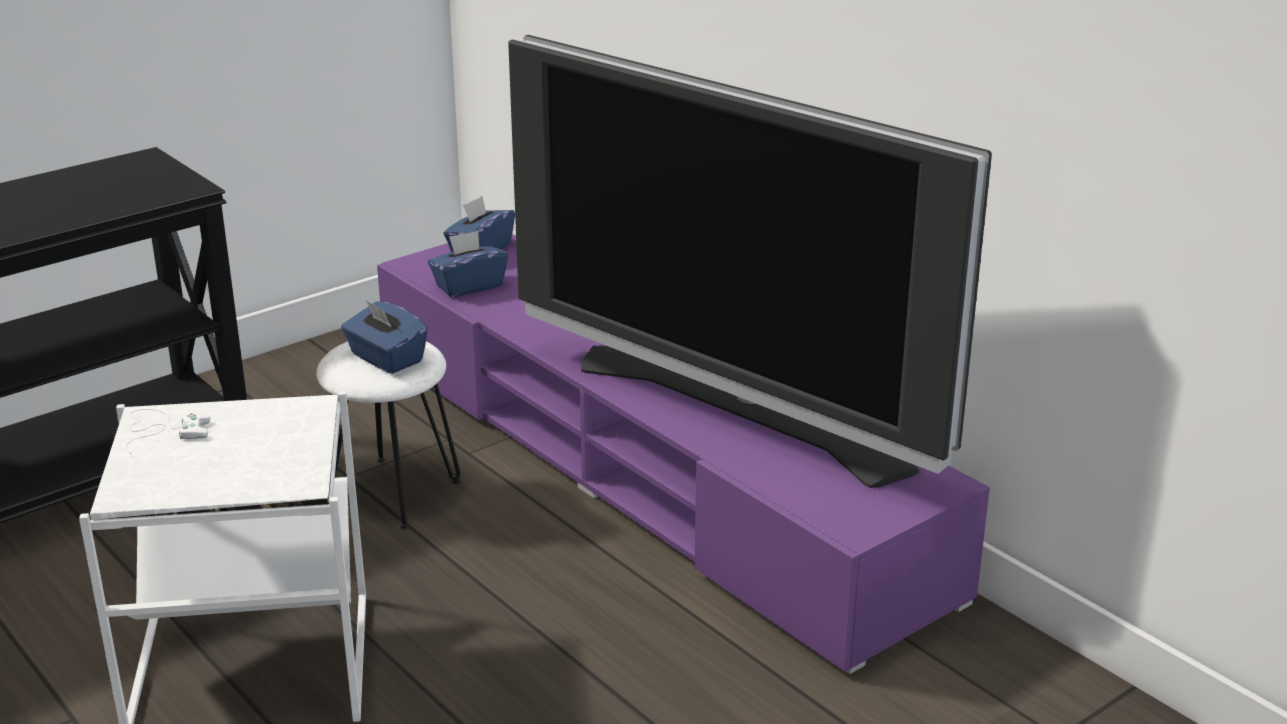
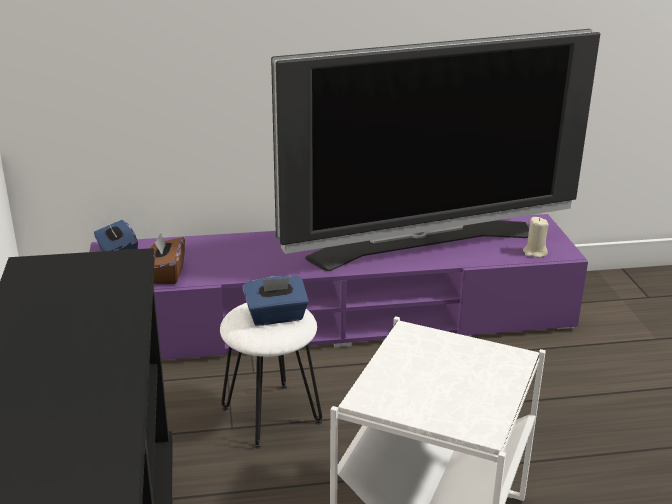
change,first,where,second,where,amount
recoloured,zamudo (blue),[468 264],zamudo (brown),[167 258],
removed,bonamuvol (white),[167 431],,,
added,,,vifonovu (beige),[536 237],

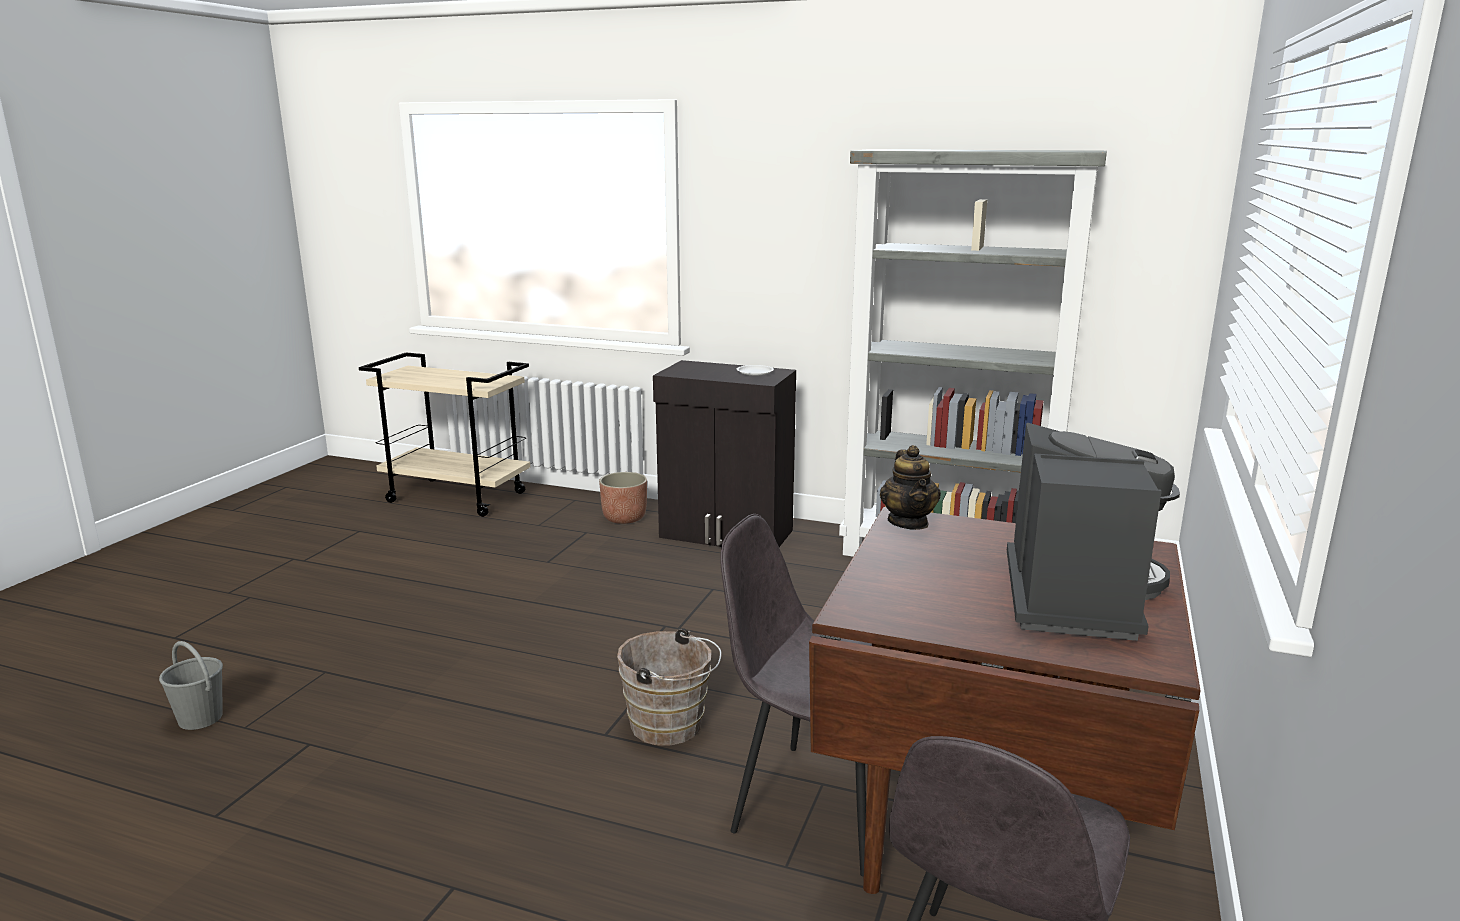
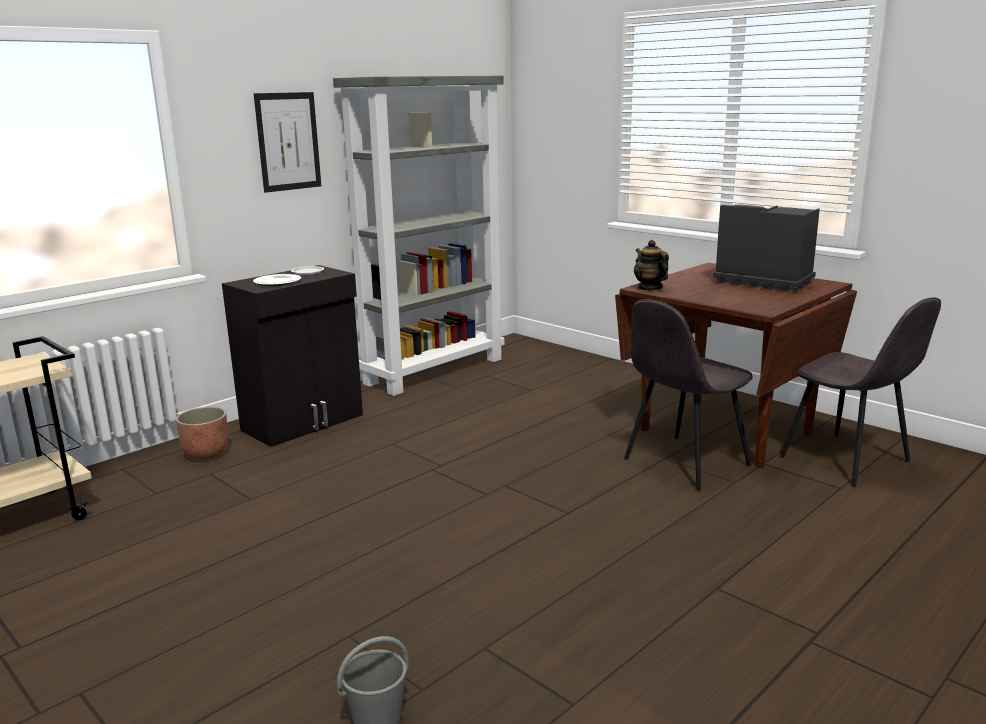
change,first,where,second,where,amount
turned,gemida,[910 487],,[651 265],135 degrees counterclockwise
removed,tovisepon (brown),[669 686],,,
added,,,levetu,[287 142],
added,,,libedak,[277 280],

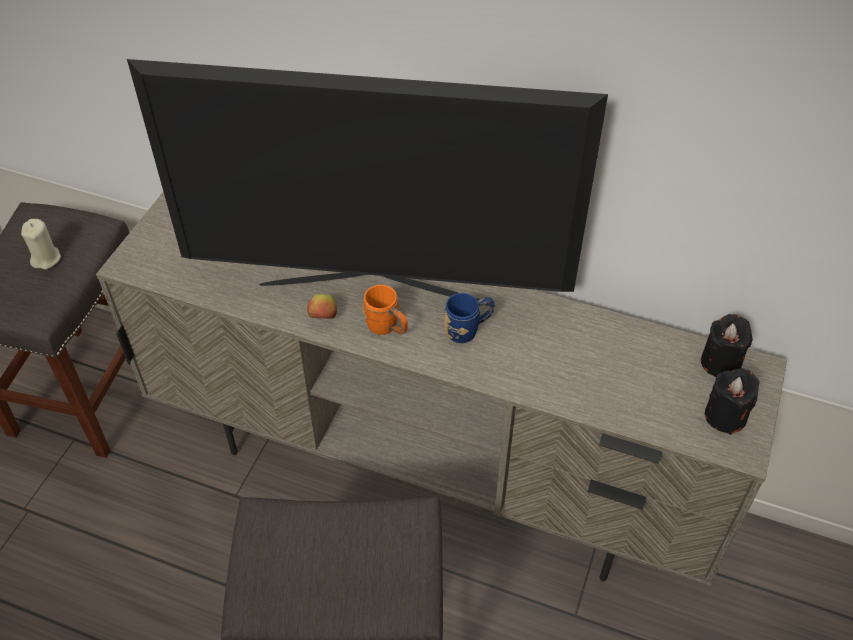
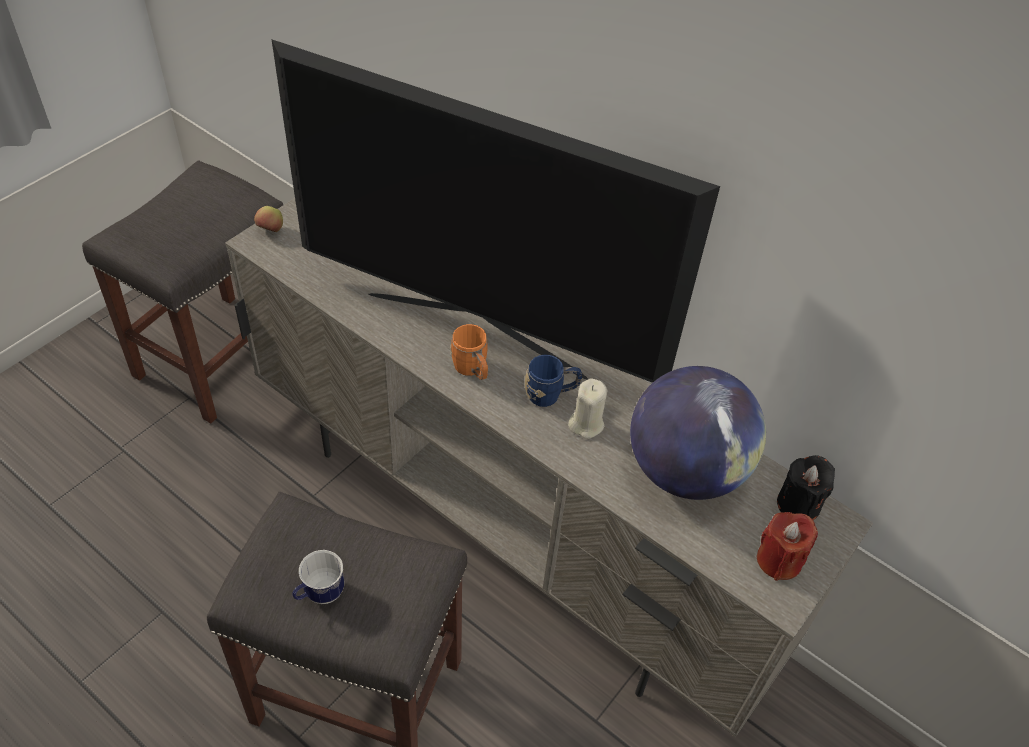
change,first,where,second,where,amount
moved,vifonovu (beige),[41 244],,[587 408],
moved,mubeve,[322 306],,[268 219],
recoloured,vifonovu (black),[732 401],vifonovu (red),[787 546],
added,,,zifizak,[698 433],
added,,,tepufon,[318 577],

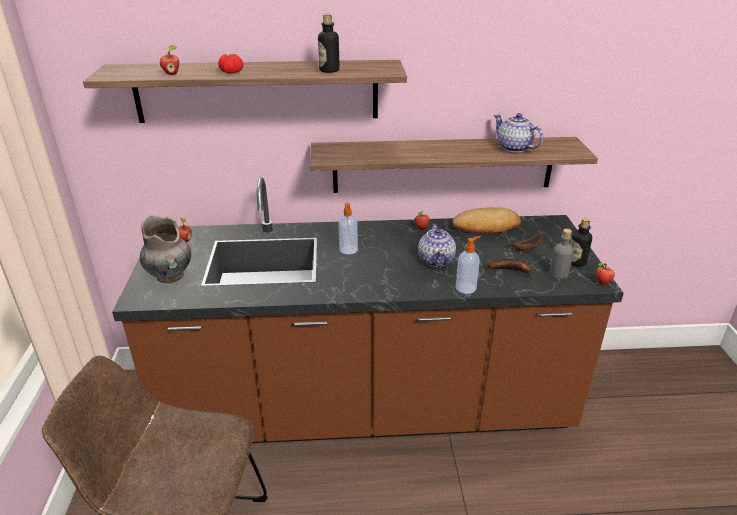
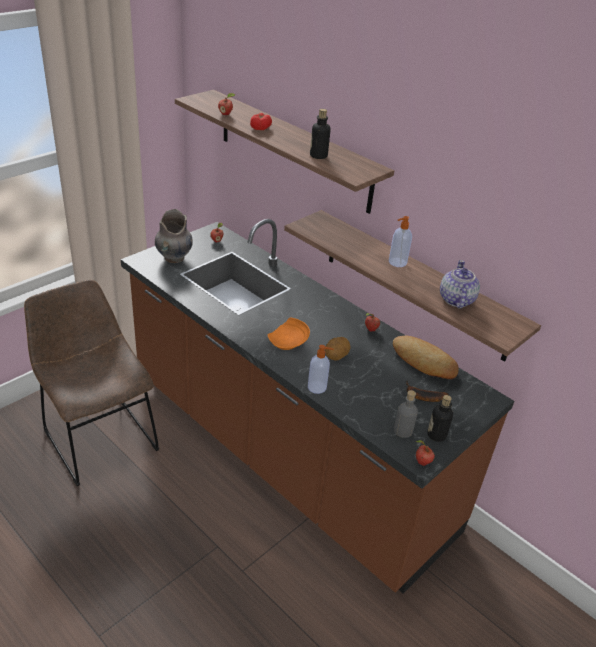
change,first,where,second,where,amount
moved,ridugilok,[348 229],,[400 241],
replaced,gemida,[437 245],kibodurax,[338 349],
removed,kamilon,[509 269],,,
added,,,libedak (orange),[289 333],

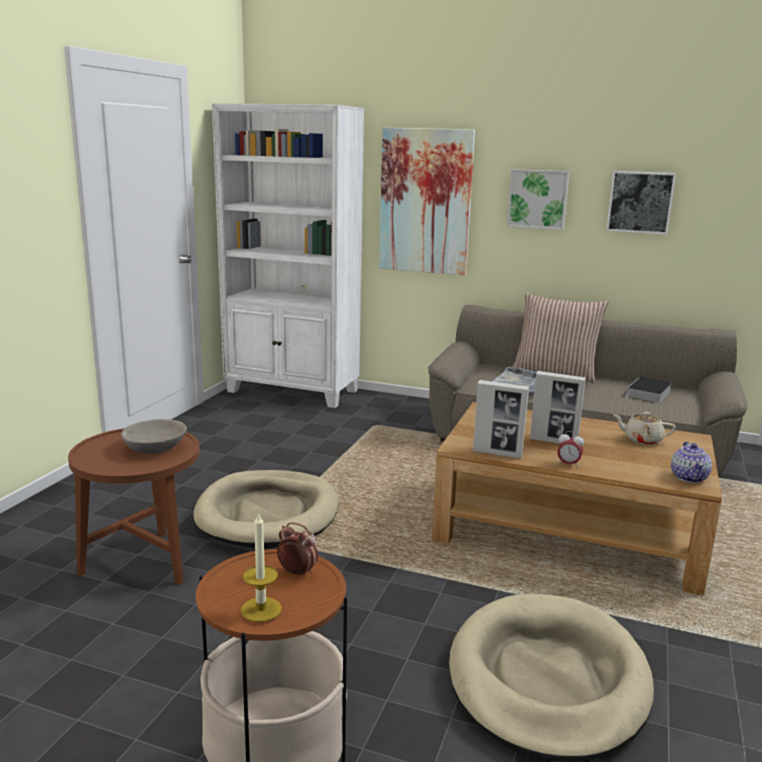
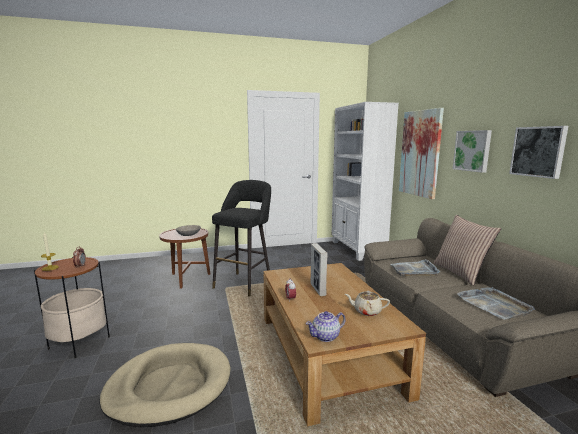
change,first,where,second,where,amount
replaced,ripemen,[648 390],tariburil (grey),[496 303],
removed,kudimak,[501 419],,,
turned,gemida (beige),[644 428],,[367 303],60 degrees counterclockwise
replaced,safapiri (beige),[265 509],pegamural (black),[241 238],

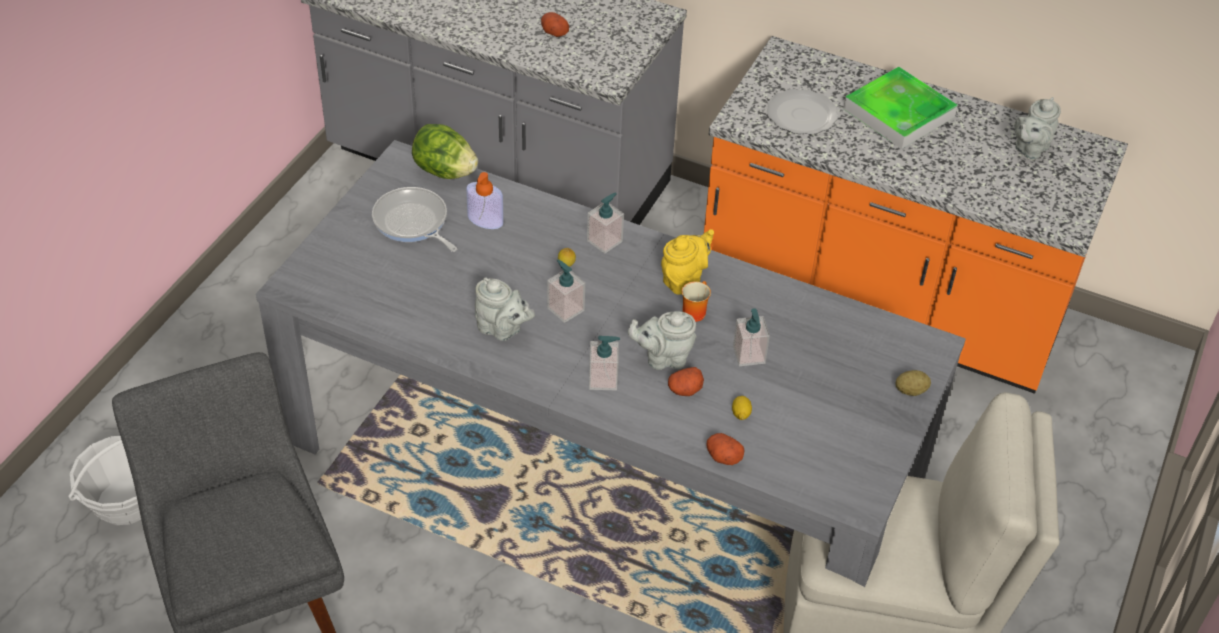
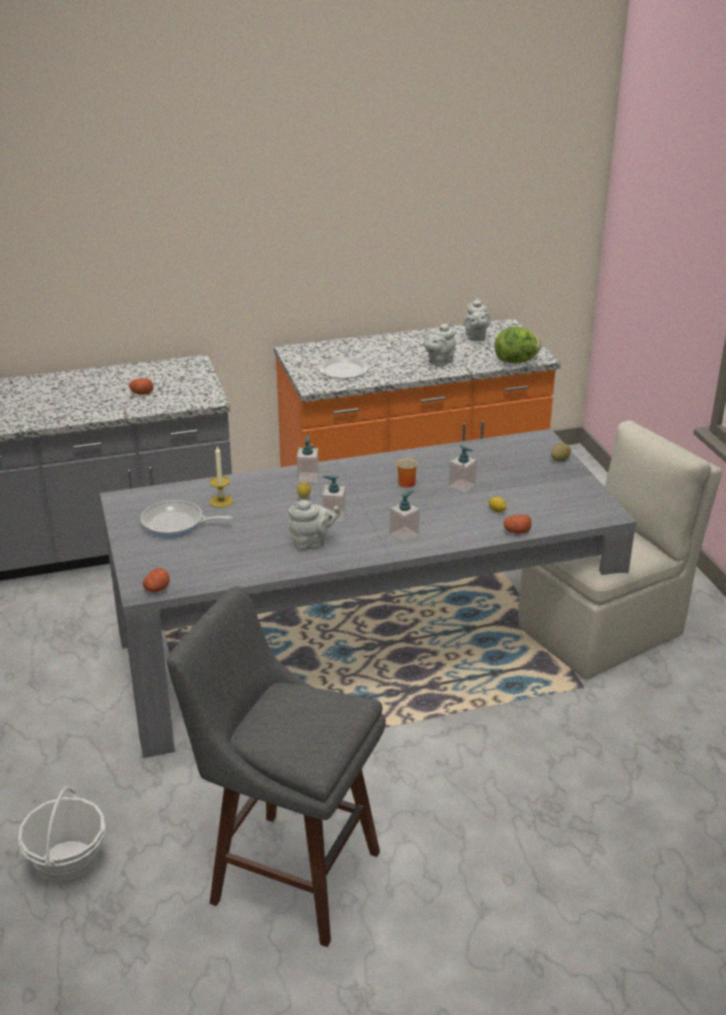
change,first,where,second,where,amount
removed,tariburil,[900 108],,,
moved,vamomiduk,[445 151],,[518 345],
replaced,ridugilok,[485 200],vifonovu,[221 476],
removed,gemida (yellow),[687 262],,,
moved,gemida (grey),[662 340],,[440 345],
moved,kibodurax,[686 381],,[156 580],

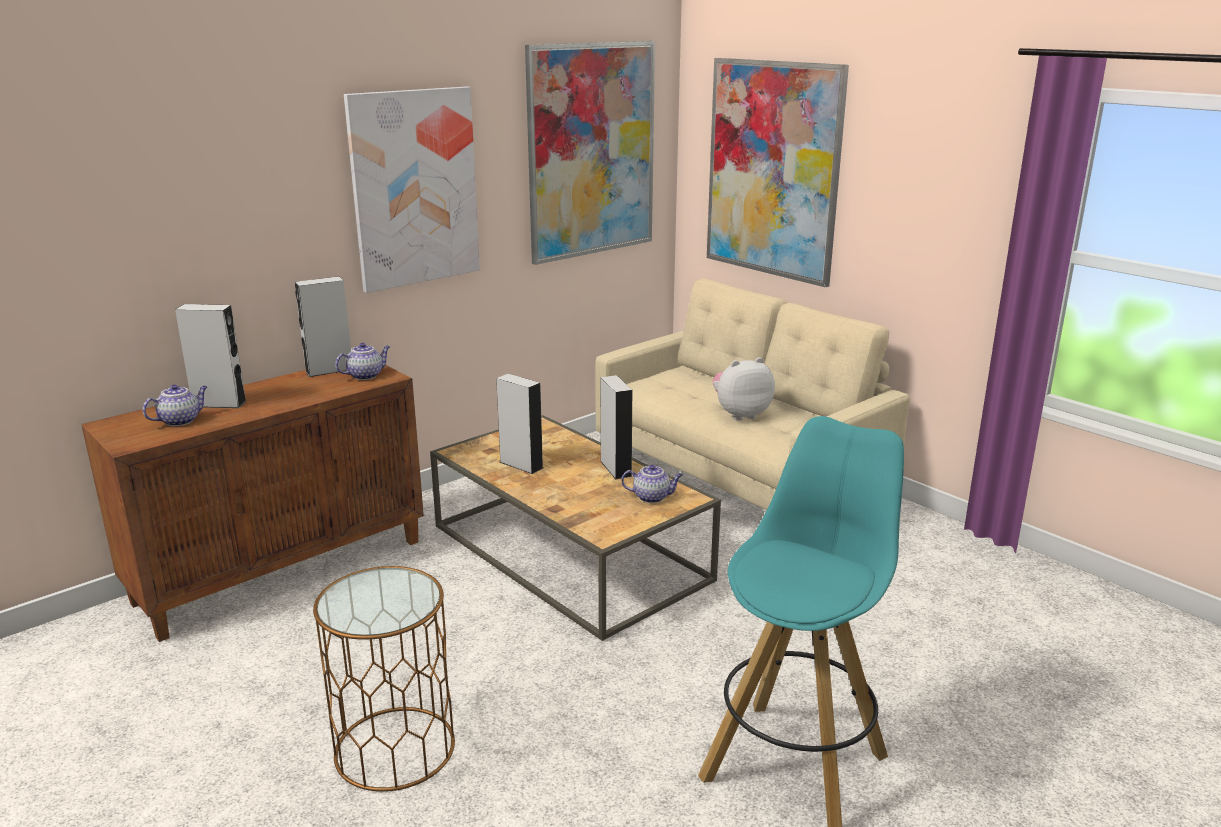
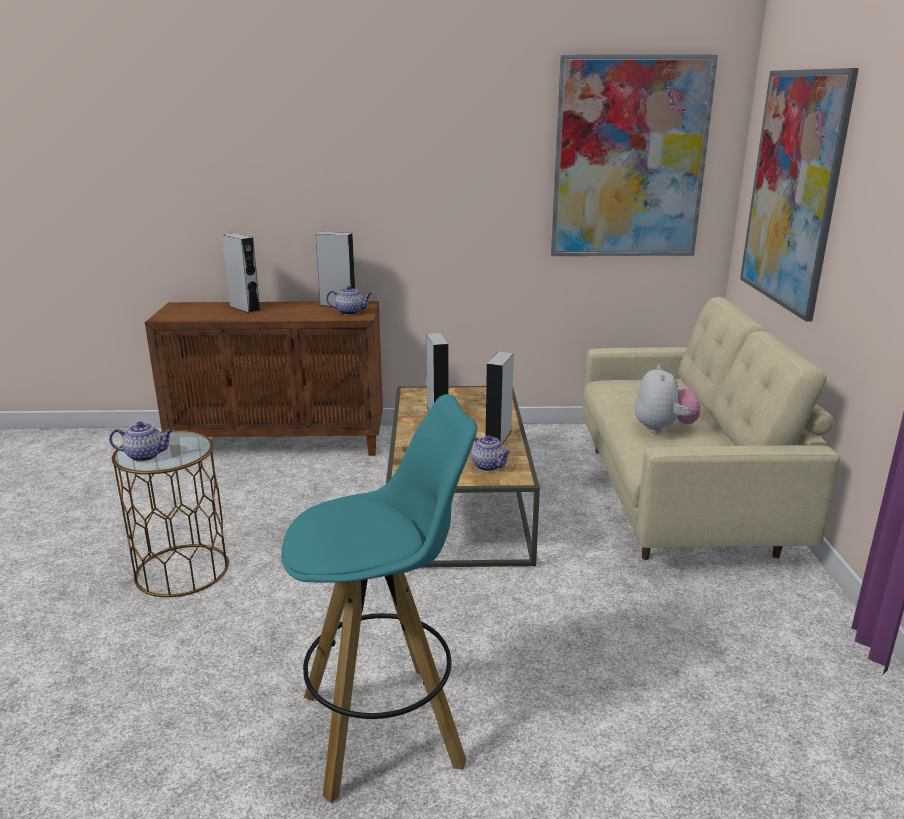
change,first,where,second,where,amount
removed,levetu,[412 190],,,
turned,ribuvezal,[744 389],,[667 398],75 degrees clockwise
moved,gemida,[175 405],,[141 442],

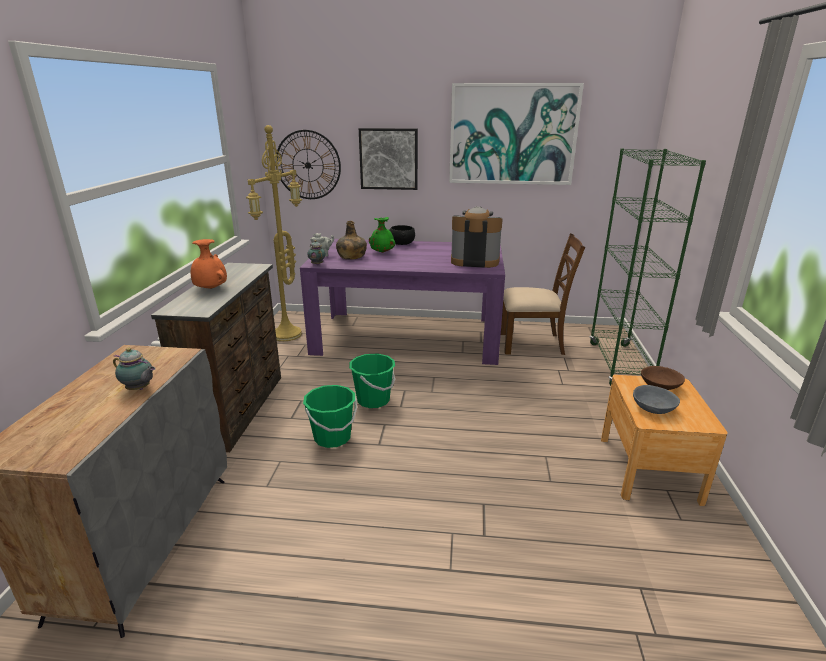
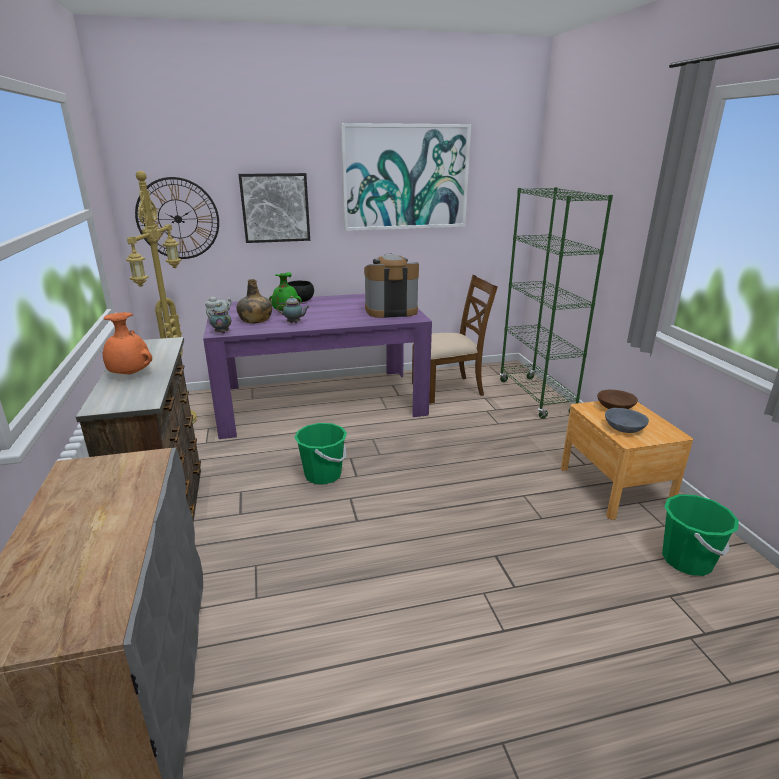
change,first,where,second,where,amount
moved,gemida,[134 368],,[293 309],
moved,tovisepon (green),[330 416],,[700 535],

